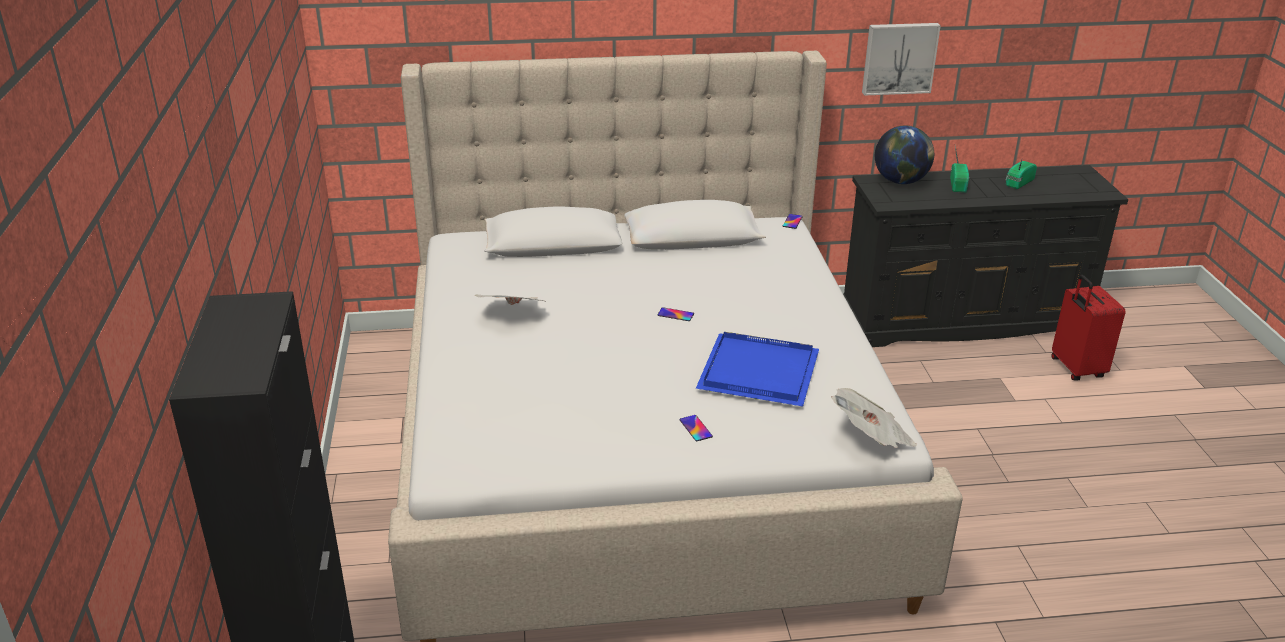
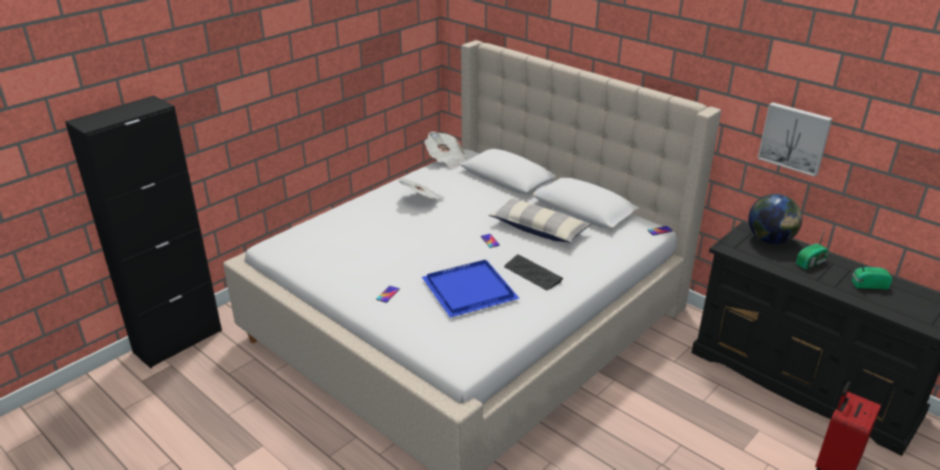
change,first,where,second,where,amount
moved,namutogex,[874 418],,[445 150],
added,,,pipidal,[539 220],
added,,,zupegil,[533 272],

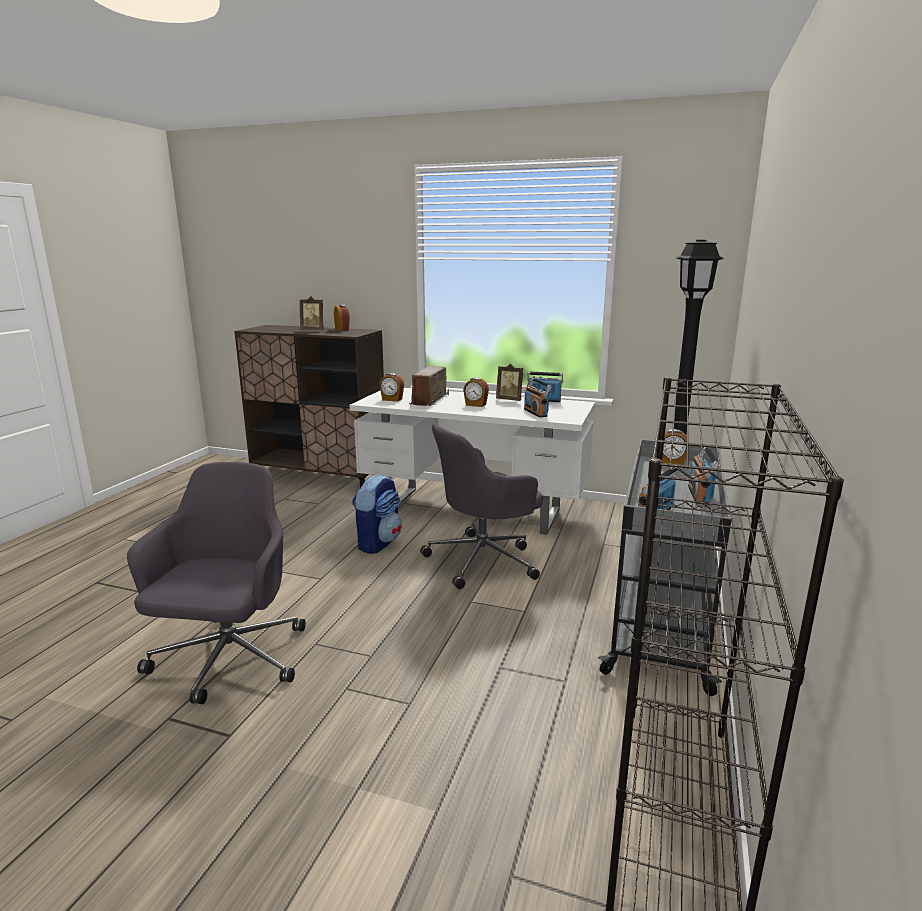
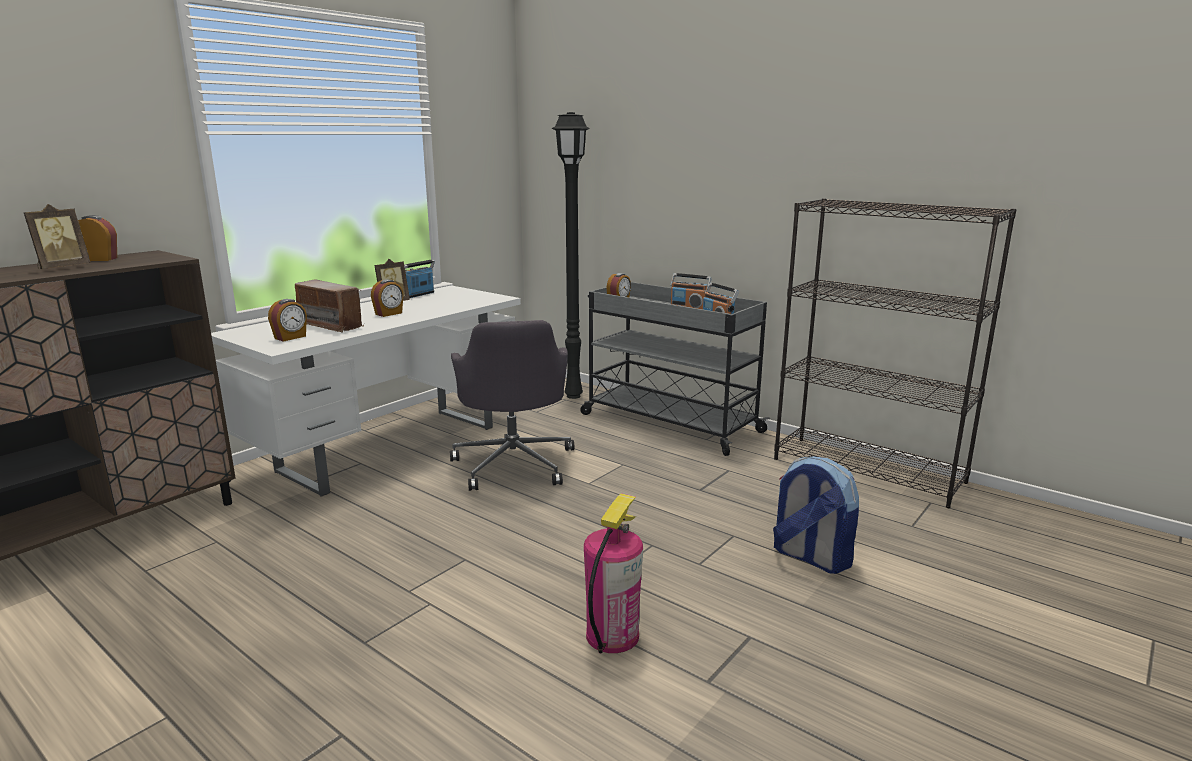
change,first,where,second,where,amount
removed,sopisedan,[538 397],,,
replaced,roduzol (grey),[216 583],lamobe,[613 573],
moved,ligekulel,[377 514],,[816 515],

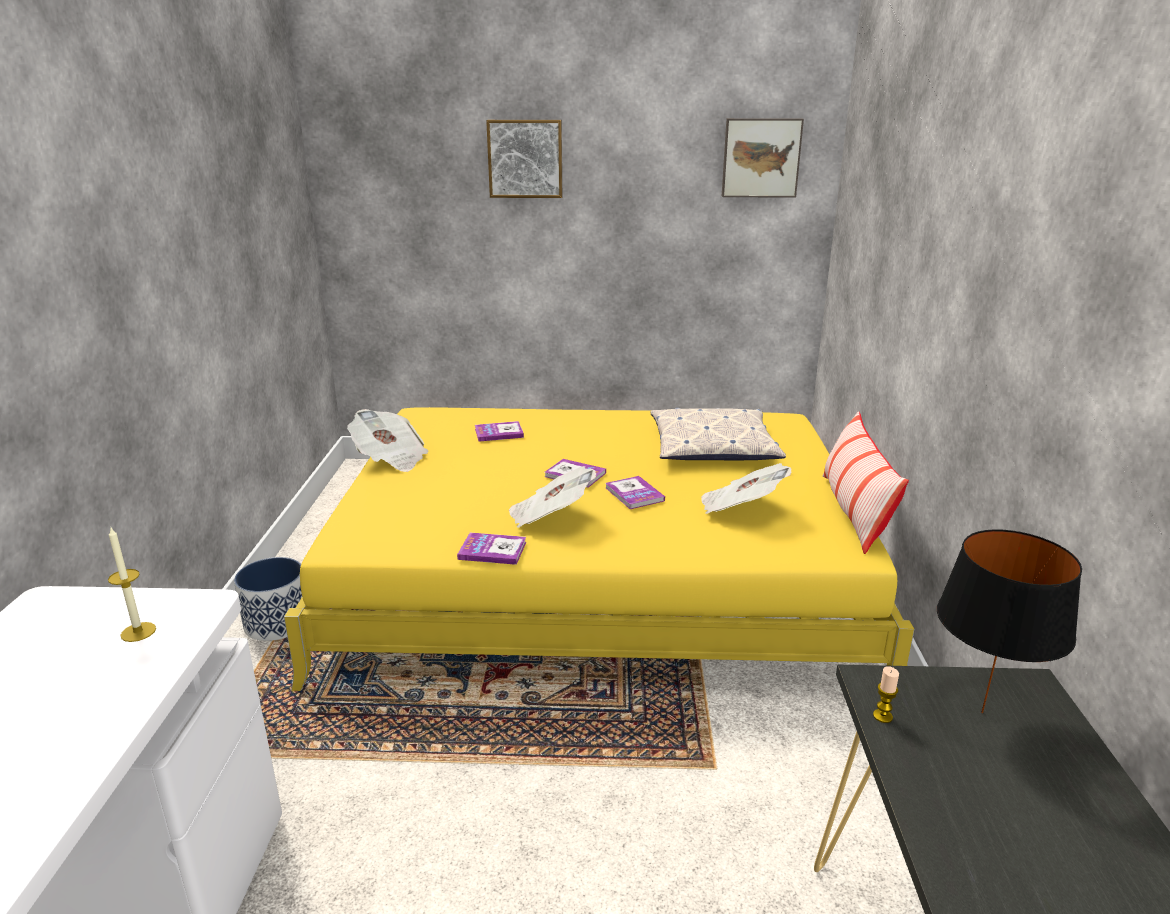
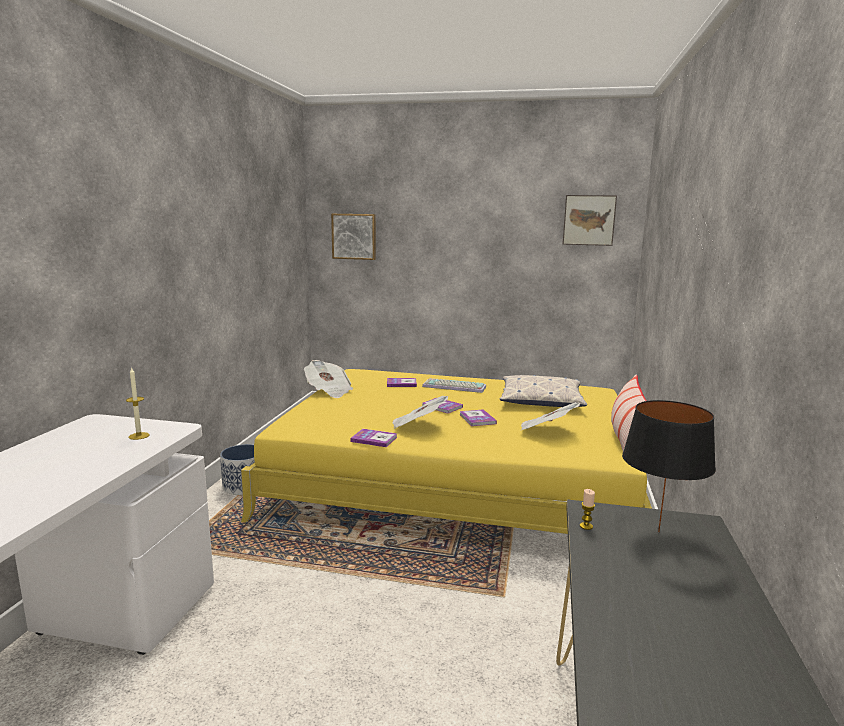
change,first,where,second,where,amount
moved,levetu,[524 159],,[353 237],
added,,,zupegil,[454 385],

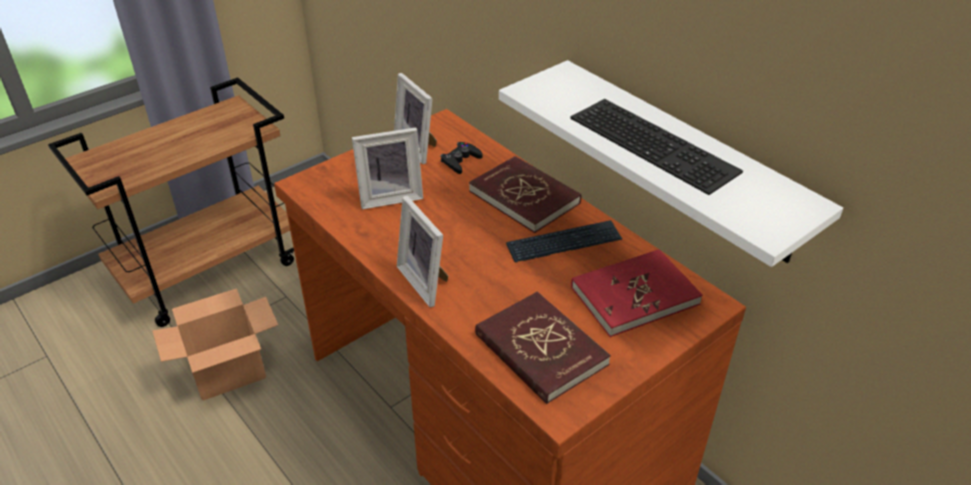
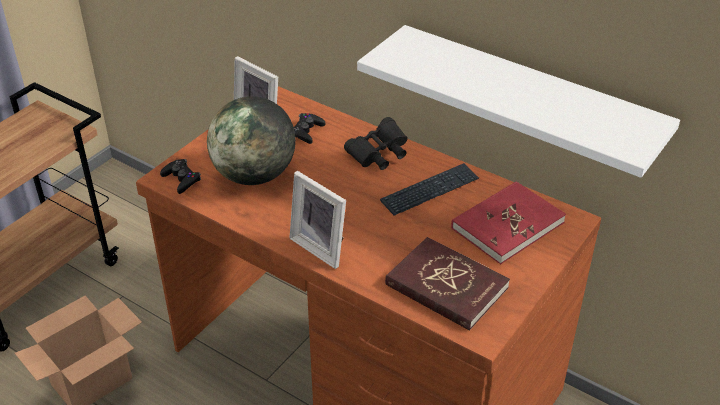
change,first,where,second,where,amount
removed,zupegil,[656 147],,,
replaced,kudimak,[387 168],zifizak,[251 140],
replaced,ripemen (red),[525 194],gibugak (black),[376 143],
added,,,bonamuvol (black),[180 176],

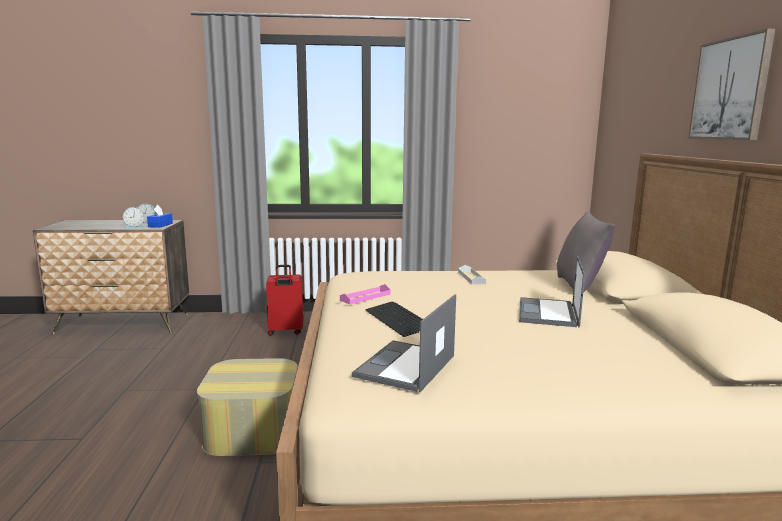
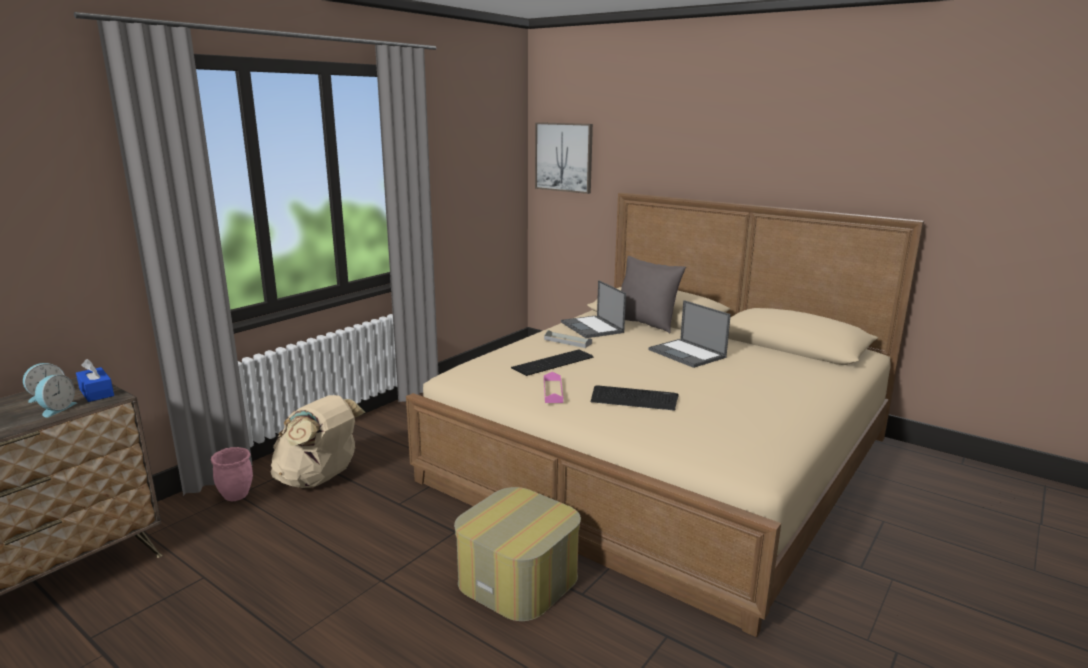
change,first,where,second,where,amount
moved,levetu,[731 84],,[564 158],
replaced,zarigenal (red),[284 300],ligekulel (beige),[318 441],
moved,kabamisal,[404 343],,[593 309],
added,,,zupegil,[552 362],
added,,,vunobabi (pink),[232 474],

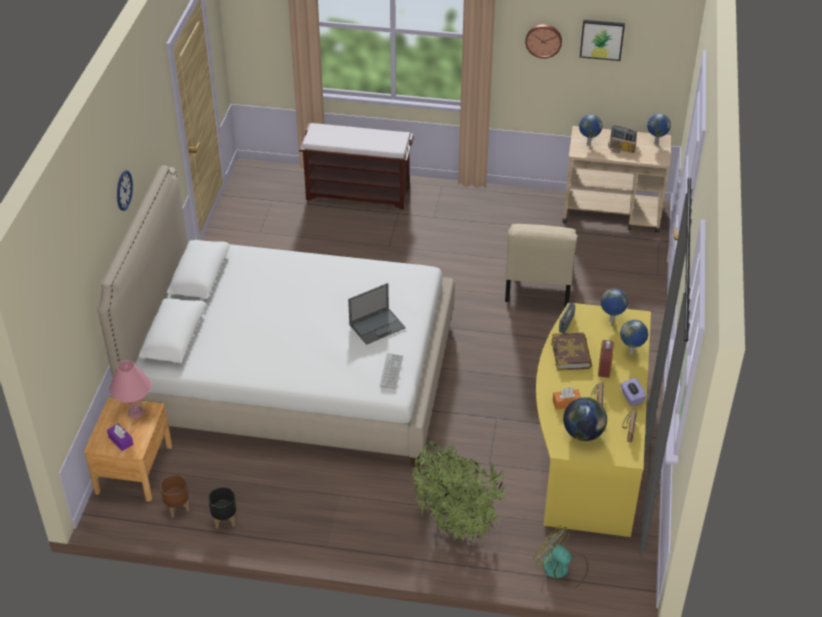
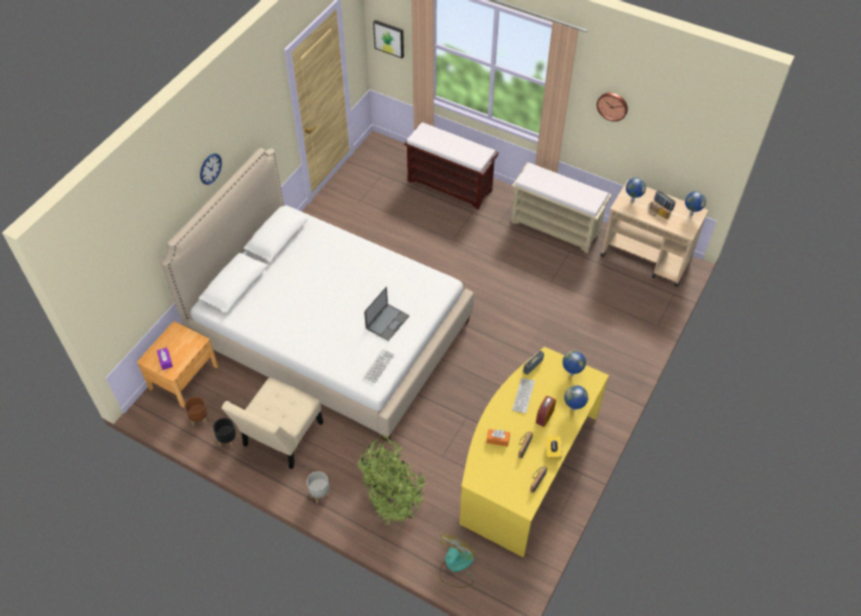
change,first,where,second,where,amount
moved,levetu,[602 40],,[388 39],
moved,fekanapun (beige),[541 265],,[272 423],
turned,kabamisal,[376 314],,[387 314],45 degrees counterclockwise
replaced,ripemen,[571 352],zupegil,[523 395],
removed,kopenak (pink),[130 389],,,
recoloured,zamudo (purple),[633 392],zamudo (yellow),[554 448],
removed,zifizak,[585 419],,,
turned,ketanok,[560 557],,[457 560],60 degrees clockwise
added,,,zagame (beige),[561 207],
added,,,vunobabi (grey),[318 487],

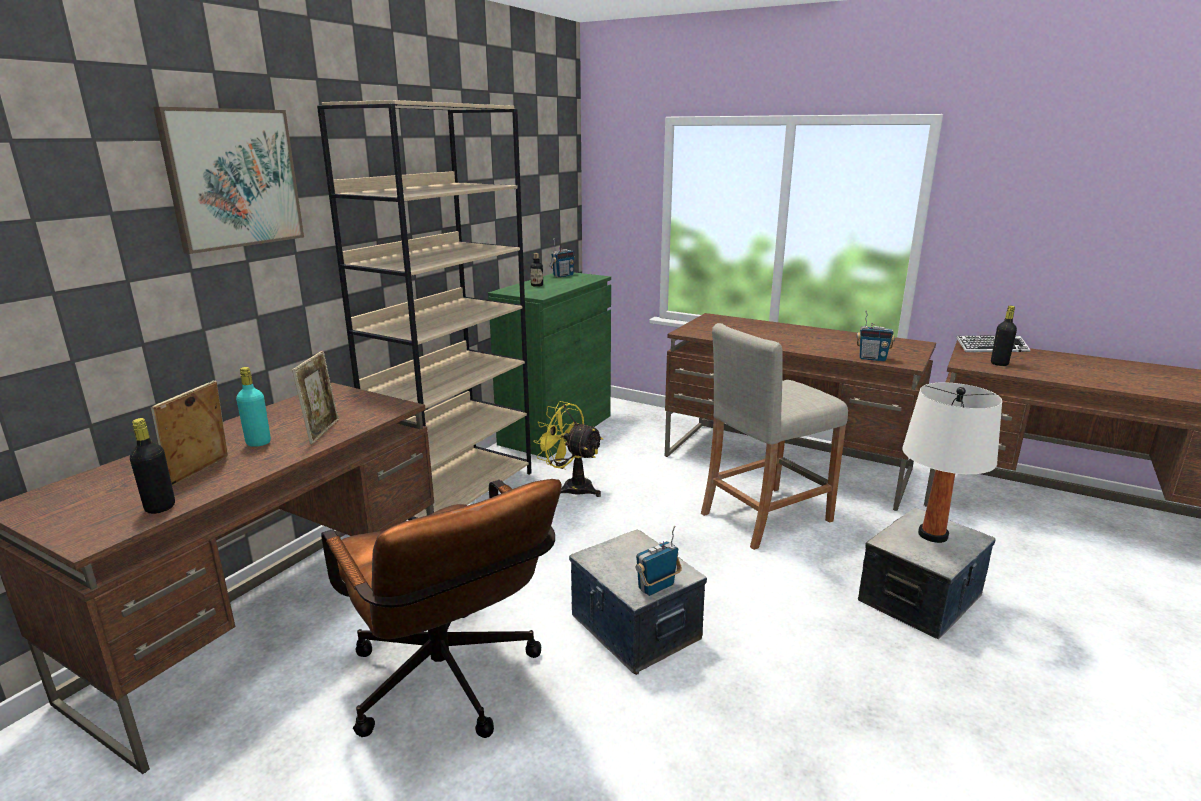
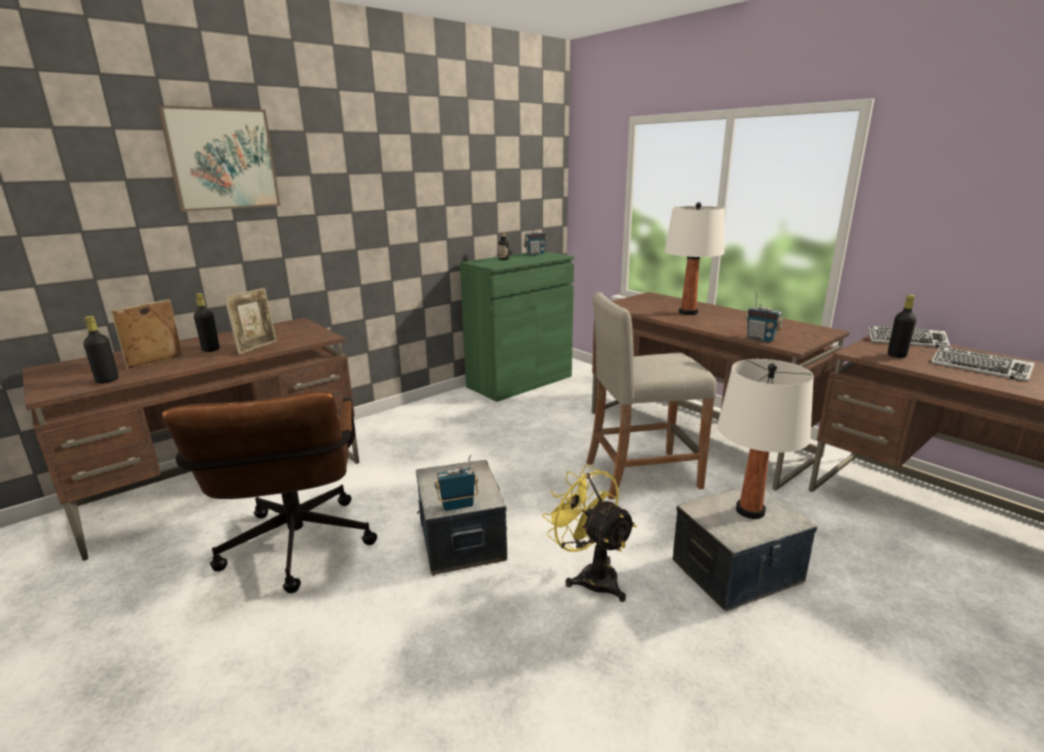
change,first,where,second,where,amount
removed,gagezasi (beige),[424 310],,,
recoloured,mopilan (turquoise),[253 407],mopilan (black),[207 322],
moved,ketanok (yellow),[568 449],,[589 533],
added,,,kopenak (white),[694 258],
added,,,zupegil,[983 364],

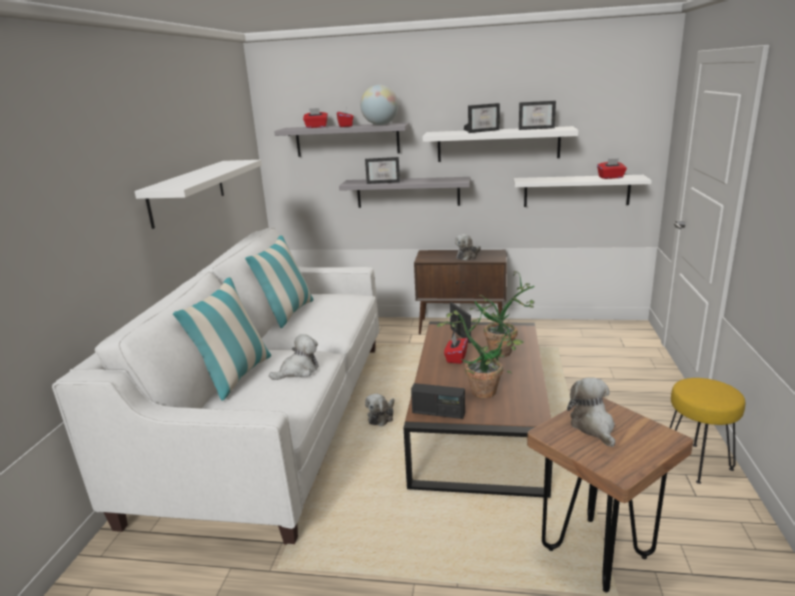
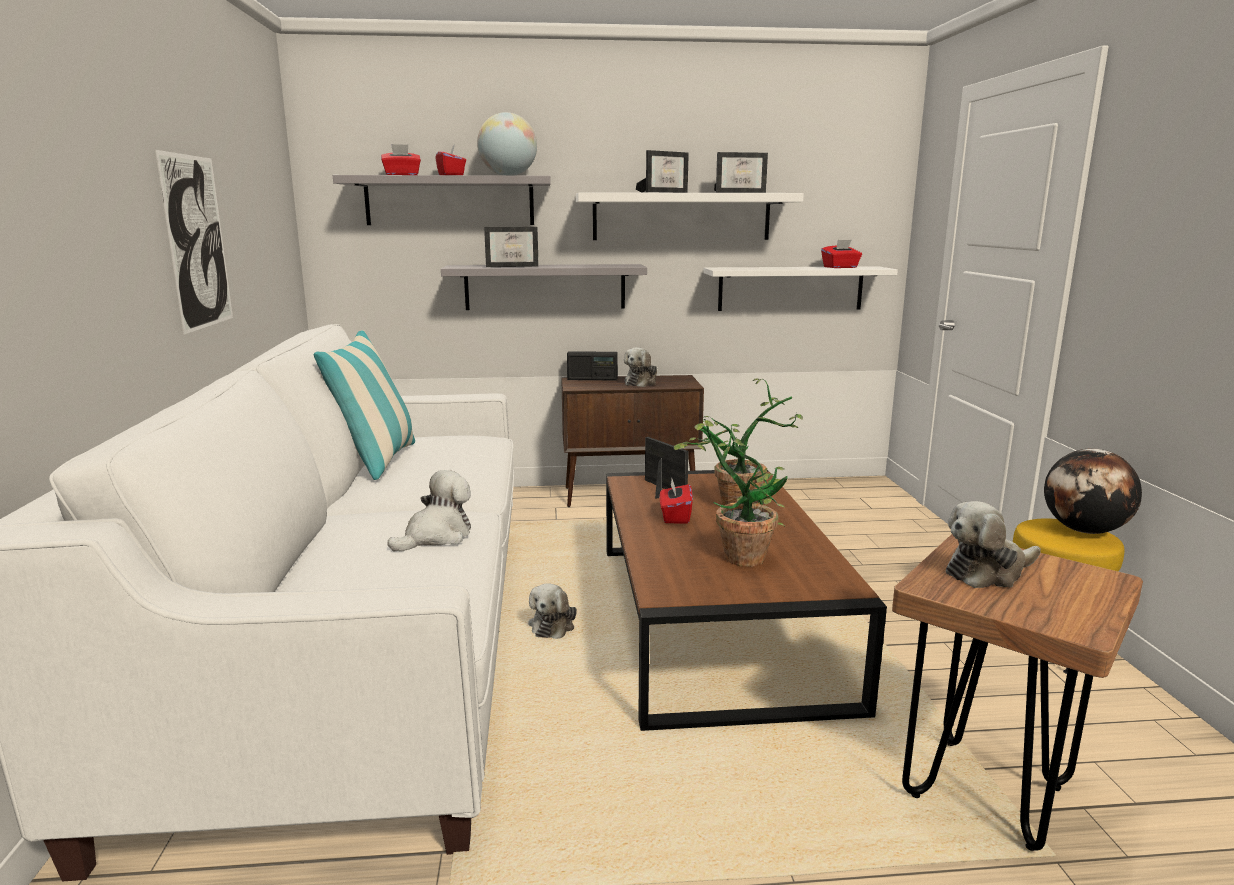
change,first,where,second,where,amount
replaced,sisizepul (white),[198 194],levetu,[194 242],
removed,pipidal,[222 339],,,
turned,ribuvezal,[591 412],,[993 544],90 degrees counterclockwise
moved,sopisedan,[438 401],,[592 366],
added,,,zifizak,[1093 491],

